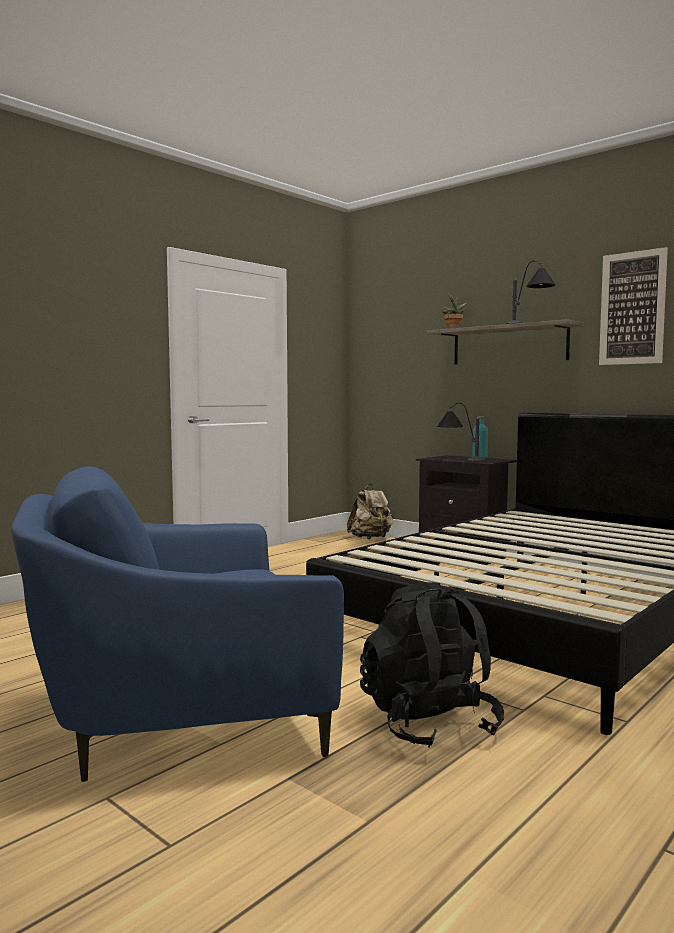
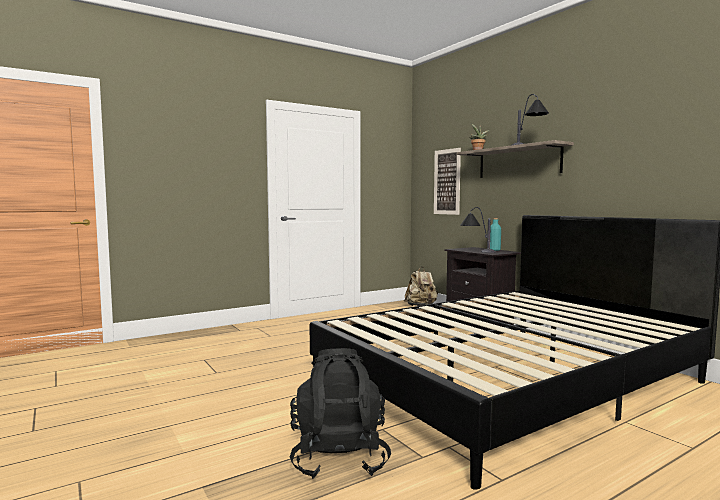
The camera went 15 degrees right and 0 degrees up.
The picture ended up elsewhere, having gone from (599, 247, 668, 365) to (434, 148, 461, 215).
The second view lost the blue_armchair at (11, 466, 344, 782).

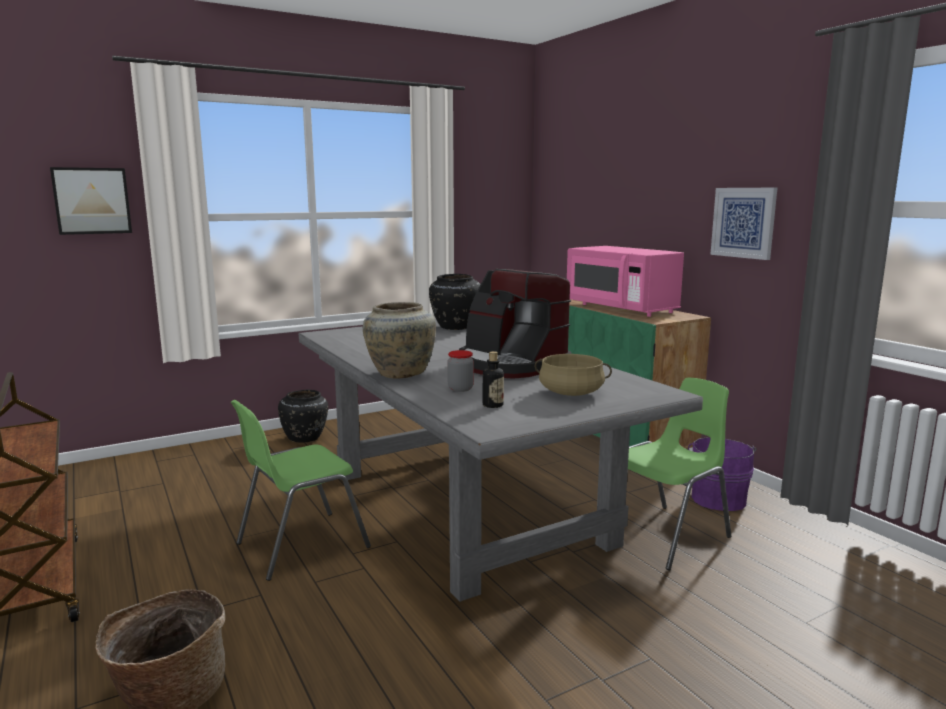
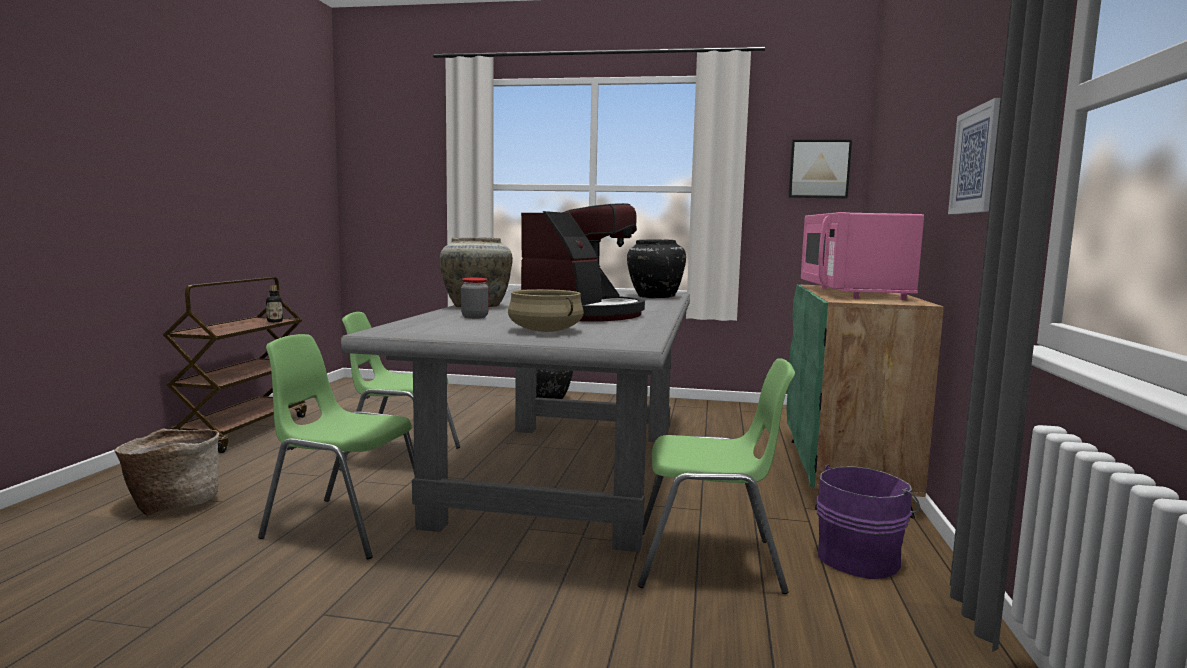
The camera went 40 degrees right and 5 degrees down.
The second view gained the greenish_upright_chair at (258, 334, 415, 559).
The bottle ended up elsewhere, having gone from (483, 351, 504, 408) to (266, 285, 283, 322).
The coffee_brewer at (459, 269, 572, 379) ended up facing another way, 150 degrees counterclockwise from before.
The picture ended up elsewhere, having gone from (50, 167, 132, 235) to (788, 140, 852, 199).

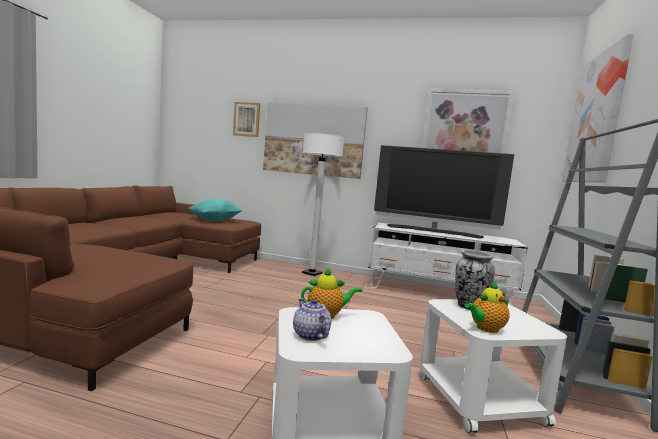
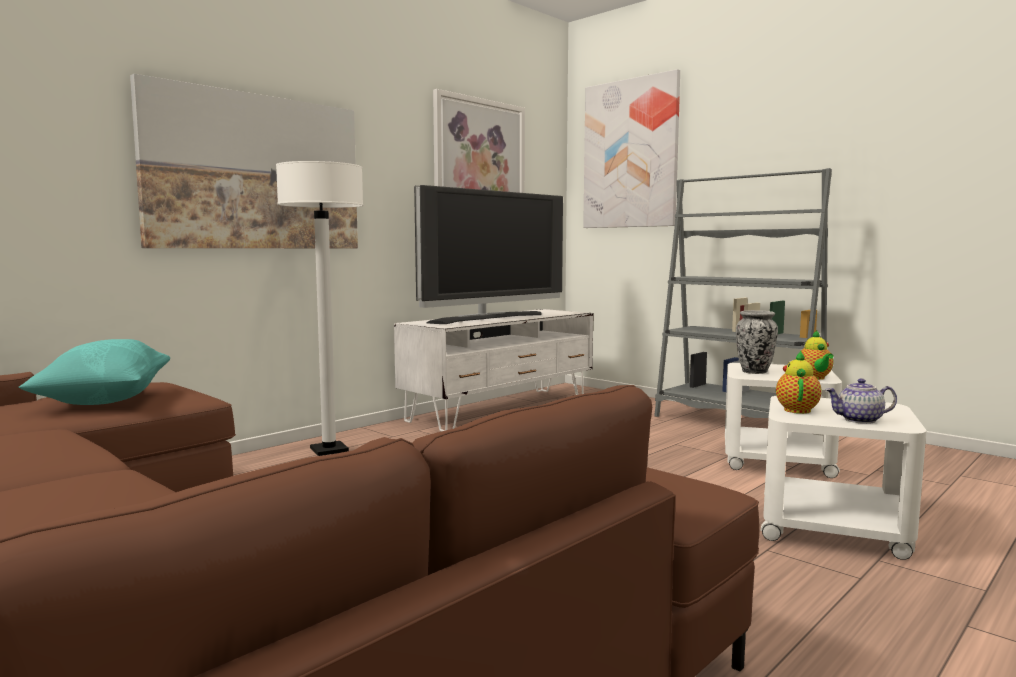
The camera went 60 degrees left and 0 degrees up.
The second view lost the picture at (233, 102, 260, 137).

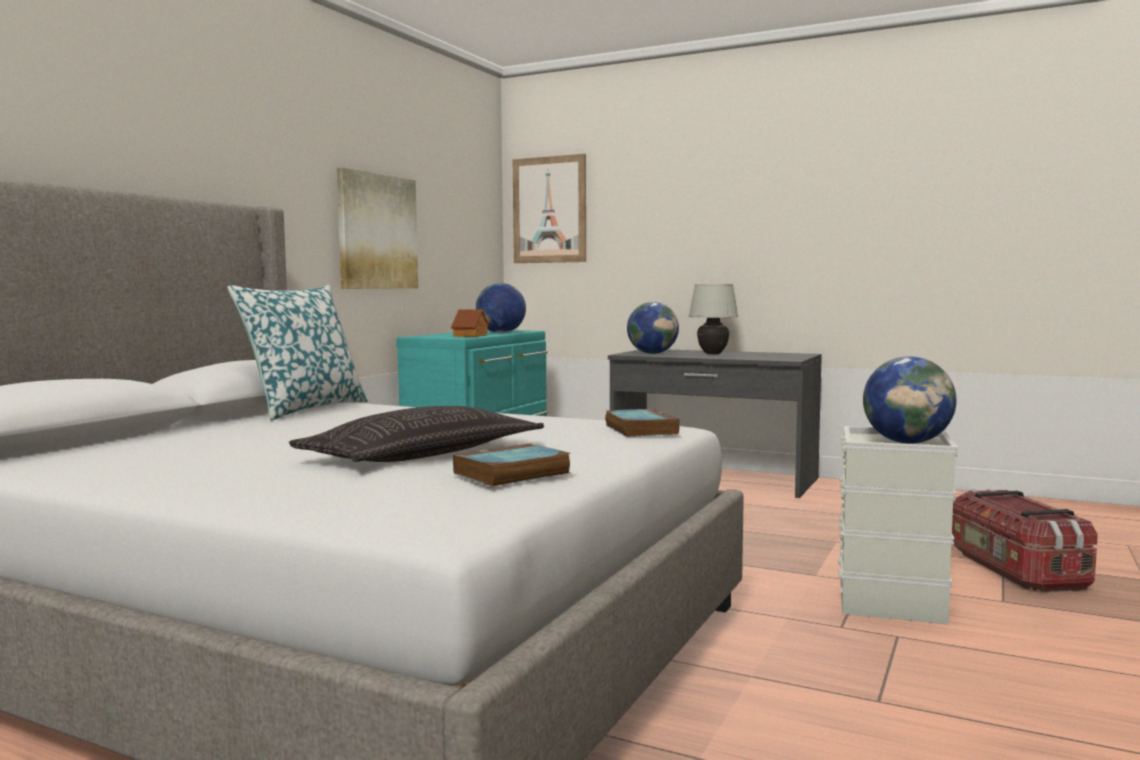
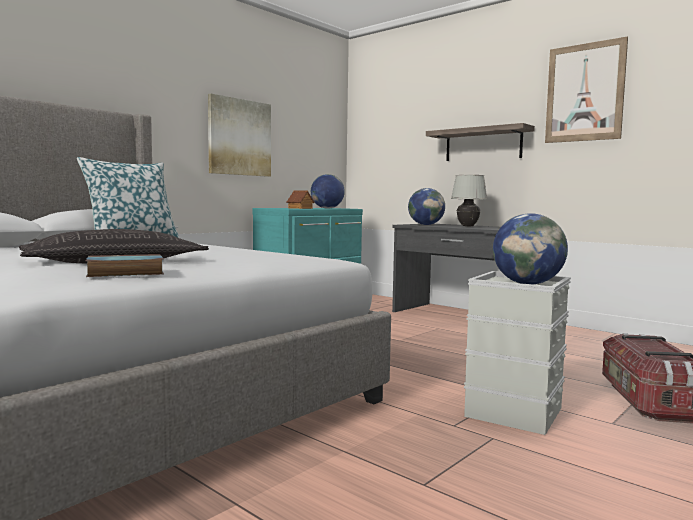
The camera went 15 degrees right and 0 degrees up.
The second view gained the bracket_shelf at (426, 123, 535, 161).
The picture ended up elsewhere, having gone from (513, 154, 586, 263) to (545, 36, 628, 143).
The second view lost the volume at (605, 409, 680, 437).

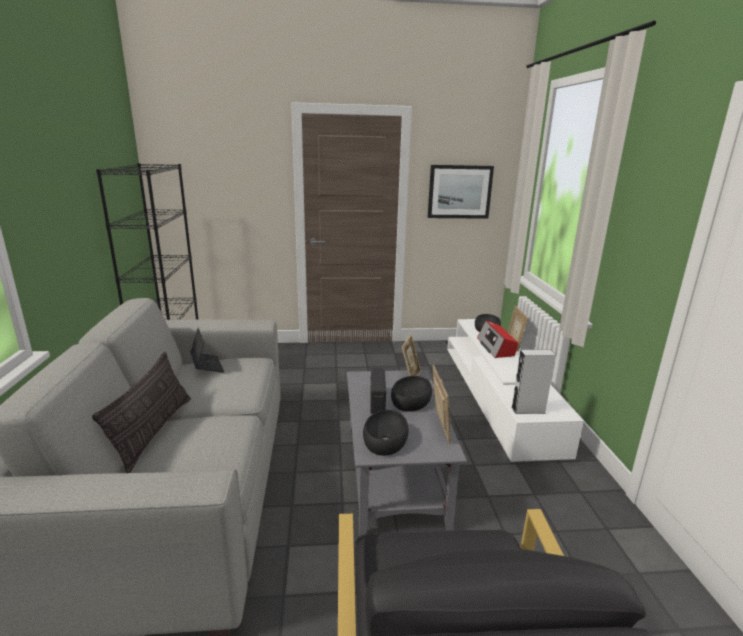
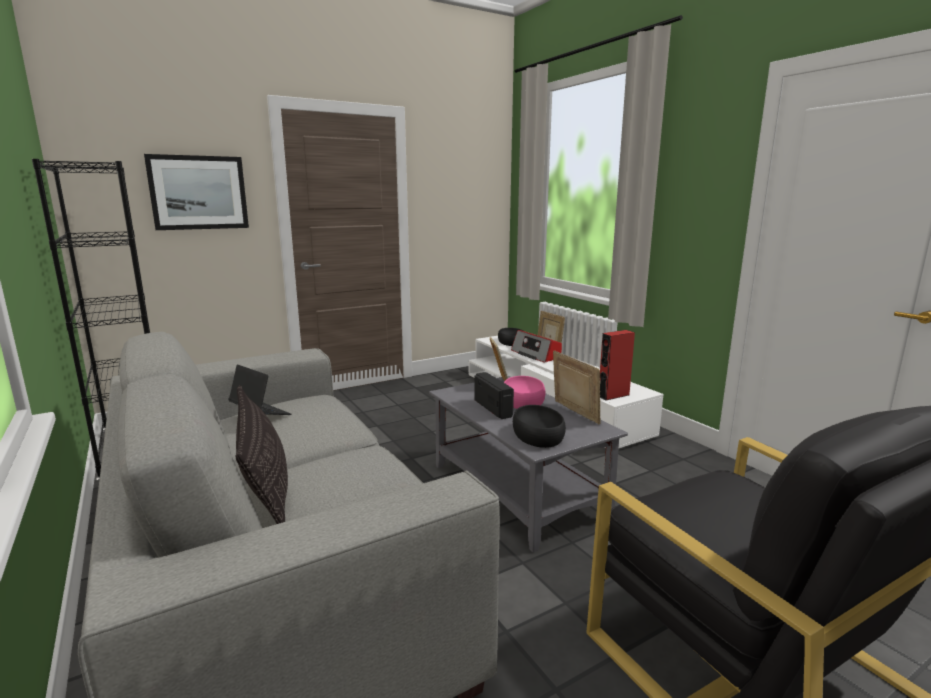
The camera went 25 degrees left and 5 degrees down.
The picture ended up elsewhere, having gone from (427, 165, 494, 219) to (144, 154, 249, 230).
What was the blackish_bowl at (391, 376, 432, 412) turned into the pink-coloured_bowl at (504, 376, 545, 409).
What was the gray_audio_speaker at (511, 350, 555, 414) turned into the red-coloured_audio_speaker at (600, 330, 635, 400).

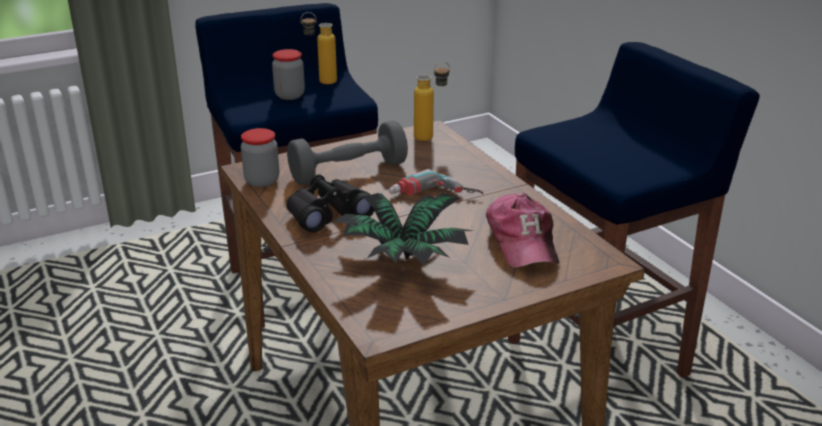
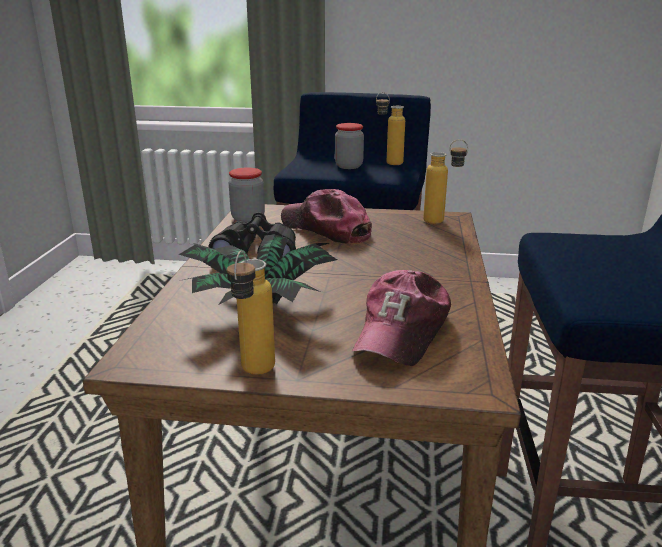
The camera went 35 degrees right and 5 degrees down.
The second view gained the bottle at (227, 251, 275, 375).
Where the gray_hand_weight stood at (287, 120, 408, 185), the peaked_cap came to stand at (281, 189, 372, 245).
The second view lost the electric_drill at (388, 169, 483, 195).

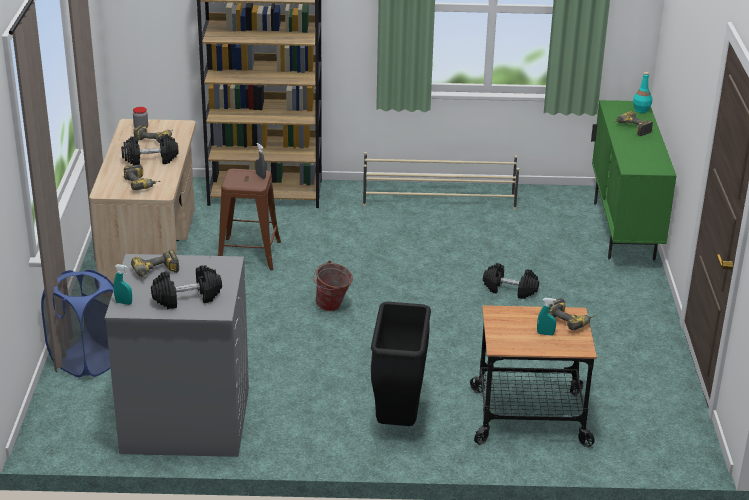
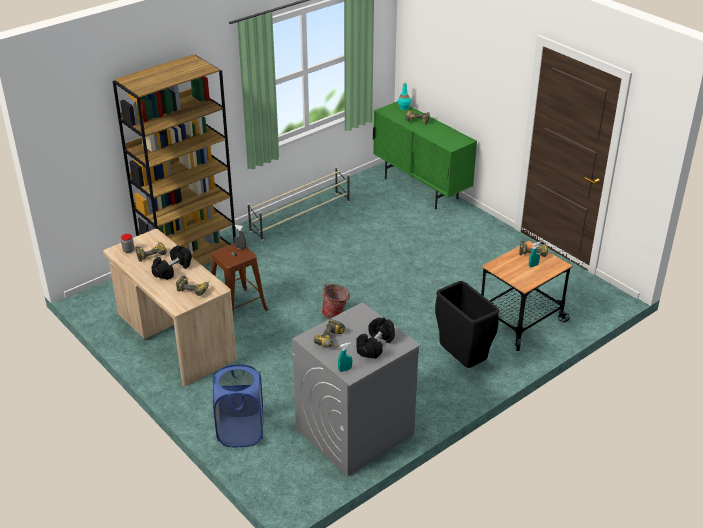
The camera went 40 degrees left and 5 degrees up.
The second view lost the blackish_hand_weight at (483, 263, 539, 299).

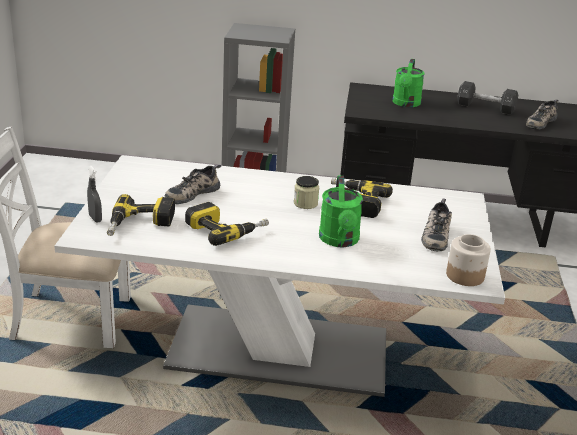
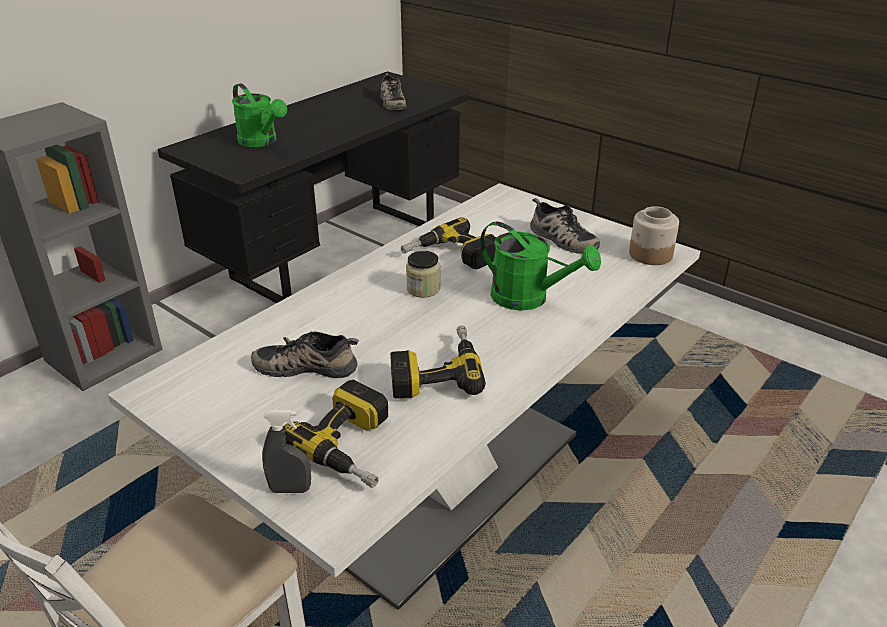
The camera went 55 degrees left and 5 degrees up.
The item_of_footwear at (165, 164, 221, 204) ended up facing another way, 105 degrees clockwise from before.
The second view lost the blackish_hand_weight at (457, 81, 518, 115).

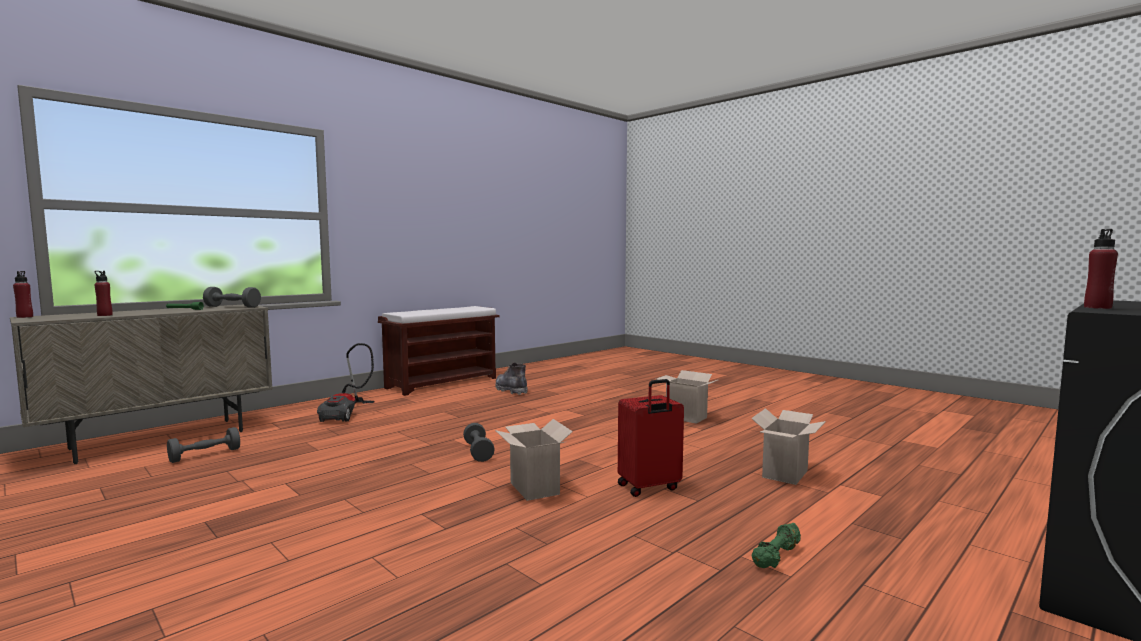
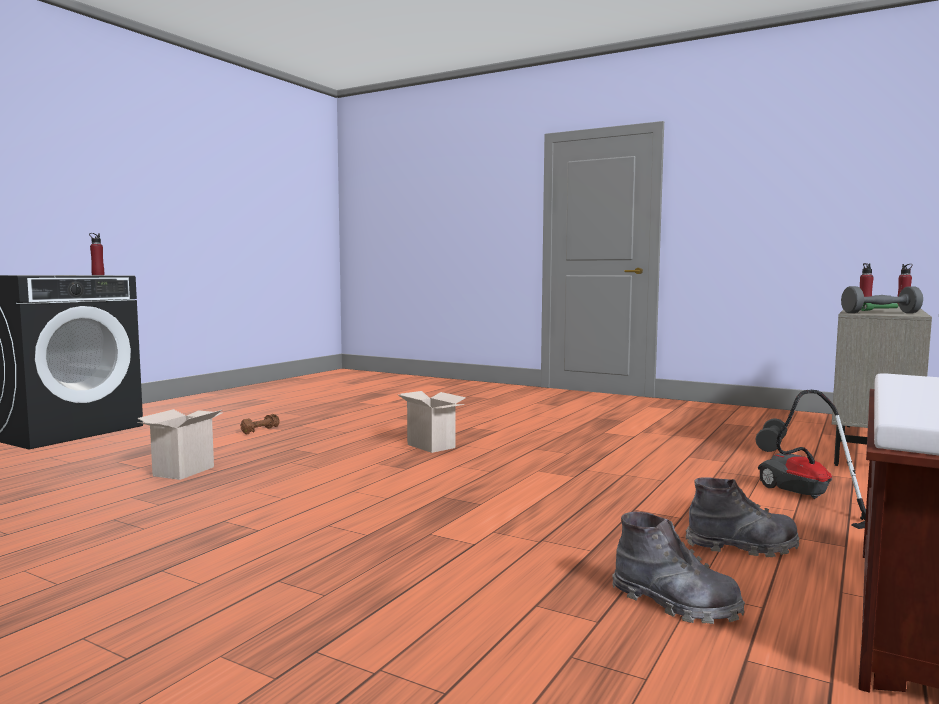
The camera went 165 degrees right and 0 degrees up.
What was the greenish_hand_weight at (752, 523, 801, 568) turned into the brown_hand_weight at (240, 414, 280, 434).
The second view gained the gray_boot at (685, 477, 800, 557).
The second view lost the gray_hand_weight at (463, 423, 495, 462).
The second view lost the red-coloured_piece_of_luggage at (618, 379, 684, 497).
The second view lost the cardboard_box at (656, 370, 718, 424).

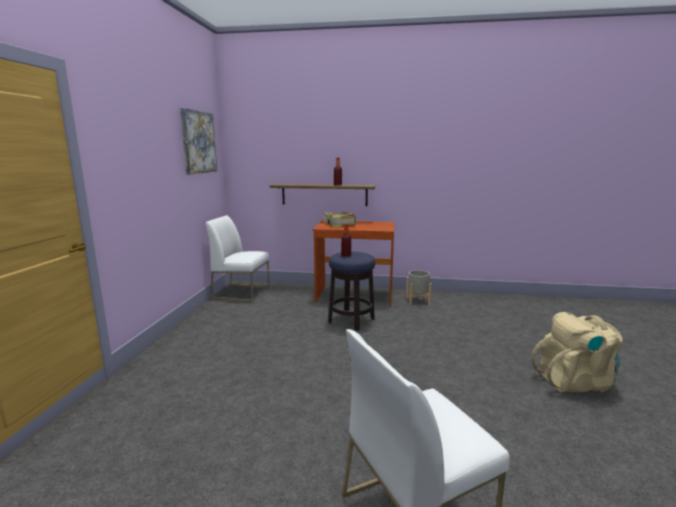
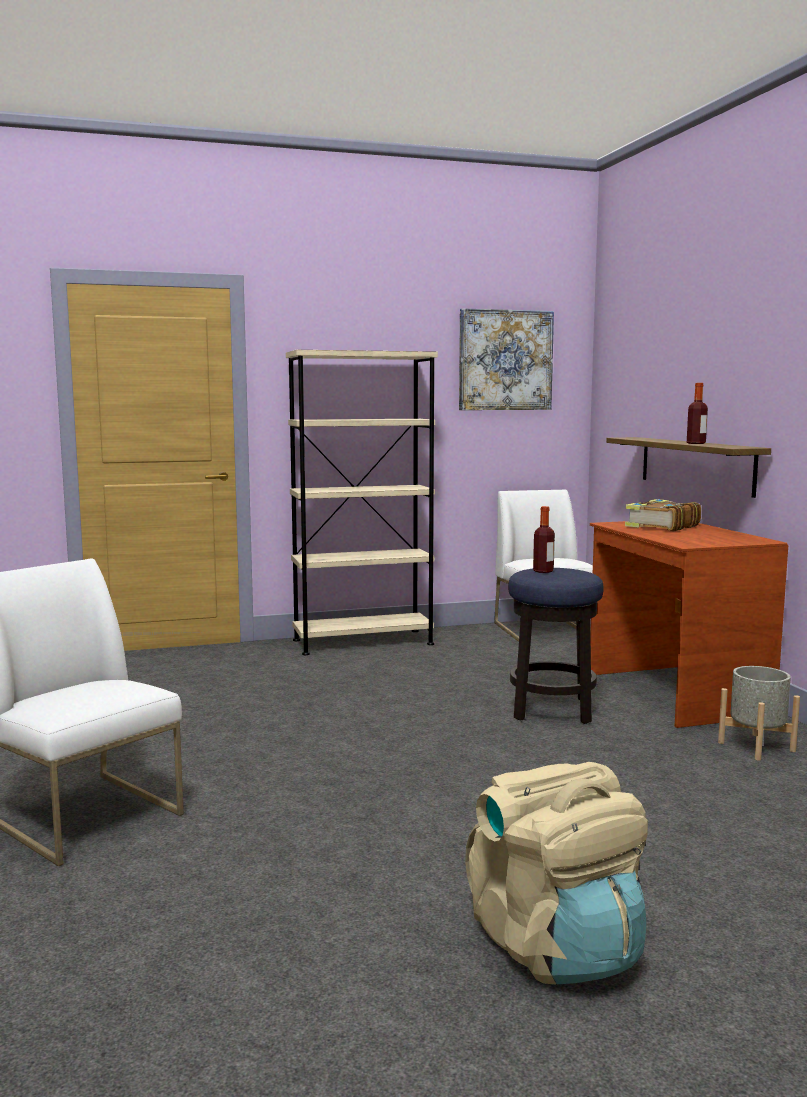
The camera went 65 degrees right and 5 degrees down.
The second view gained the beige_bookshelf at (286, 350, 438, 655).

